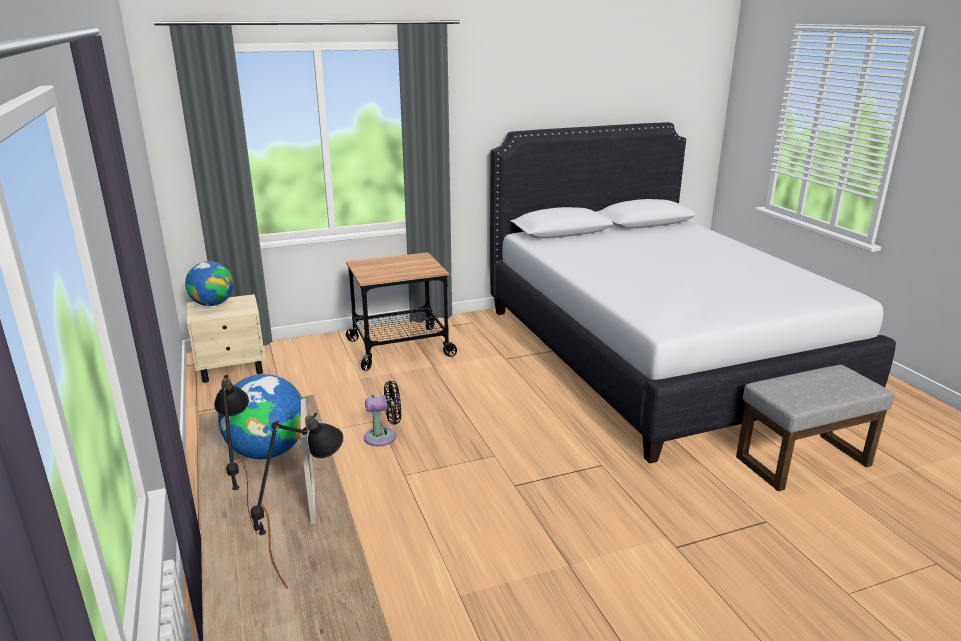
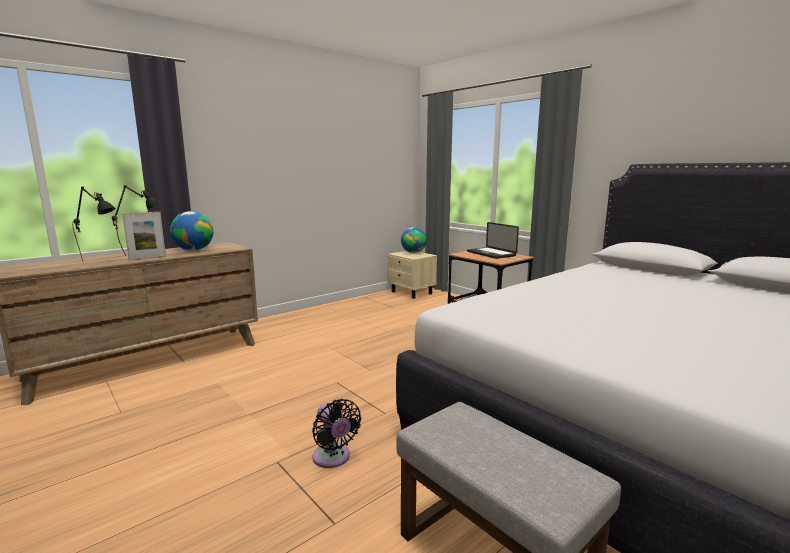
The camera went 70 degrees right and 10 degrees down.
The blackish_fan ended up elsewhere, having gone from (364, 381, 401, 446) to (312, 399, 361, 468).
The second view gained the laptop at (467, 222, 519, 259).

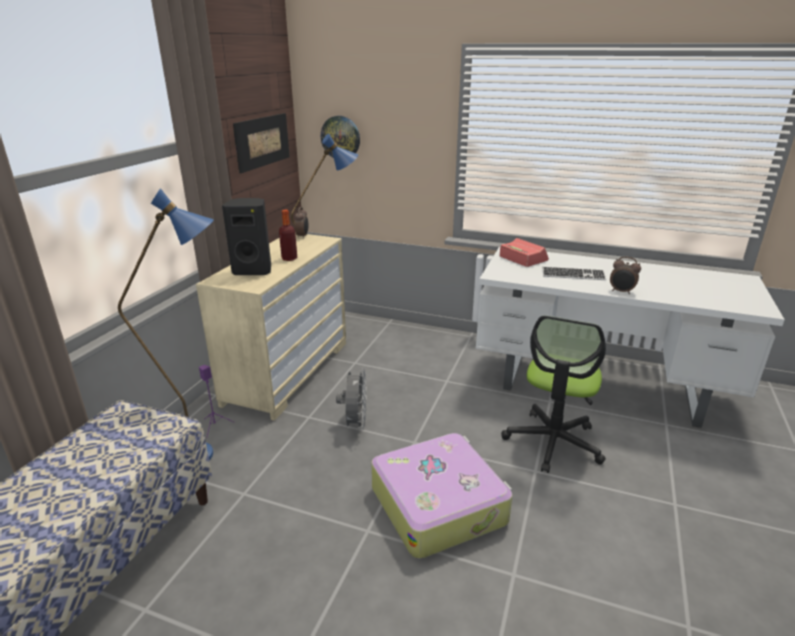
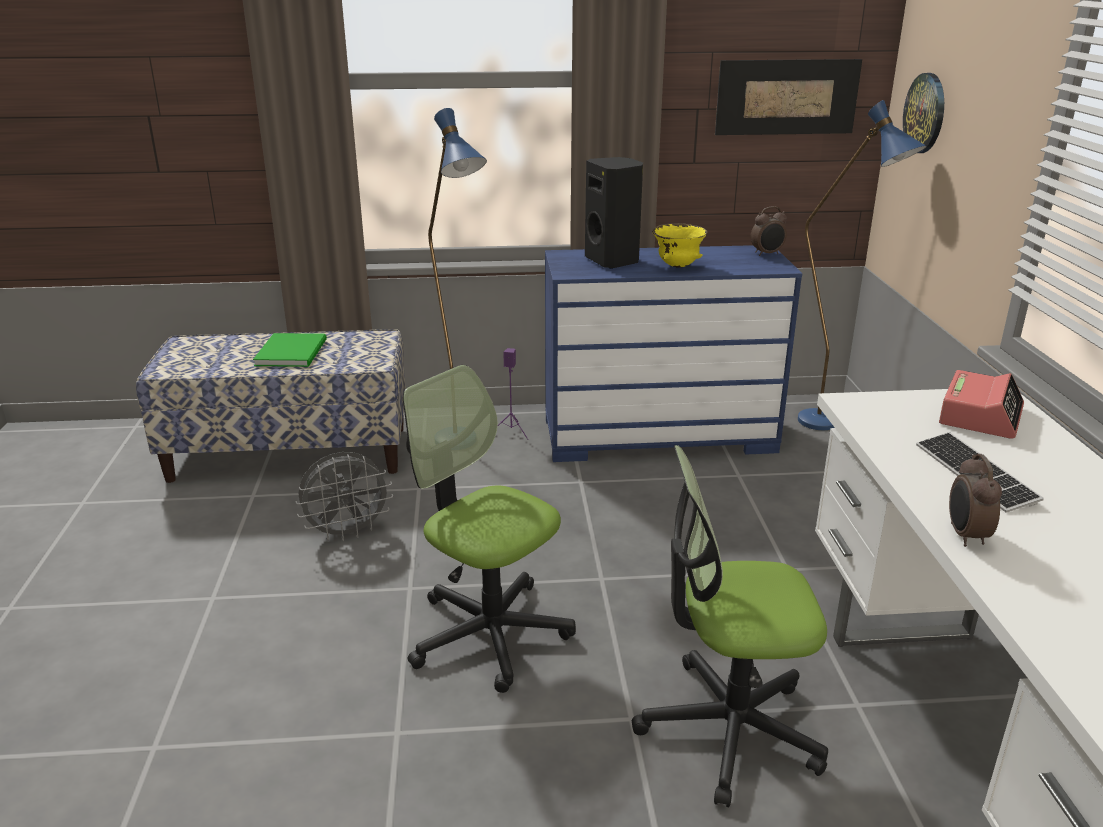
The camera went 65 degrees right and 0 degrees up.
The second view gained the greenish_volume at (253, 333, 327, 367).
The gray_fan ended up elsewhere, having gone from (336, 368, 367, 430) to (295, 452, 393, 542).
Where the piece_of_luggage stood at (371, 433, 512, 559), the desk_chair came to stand at (403, 365, 576, 693).
What was the beige_chest_of_drawers at (196, 233, 346, 421) turned into the blue_chest_of_drawers at (545, 245, 802, 462).
Where the bottle stood at (279, 210, 297, 261), the yellow-coloured_bowl came to stand at (652, 223, 708, 268).

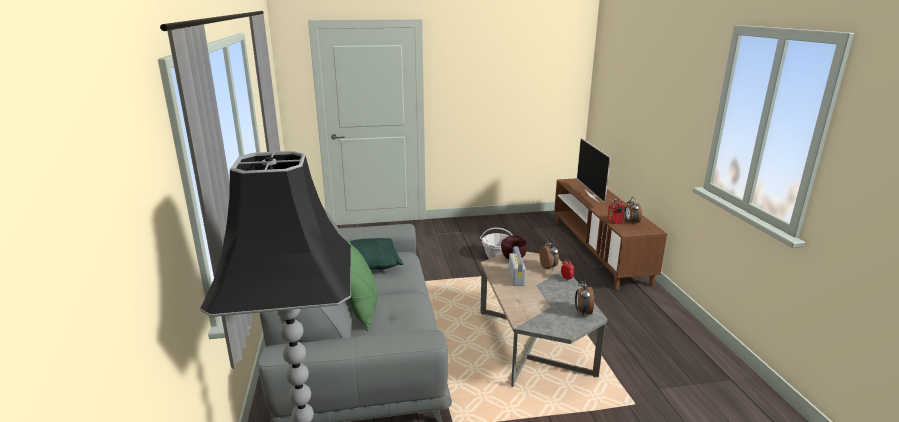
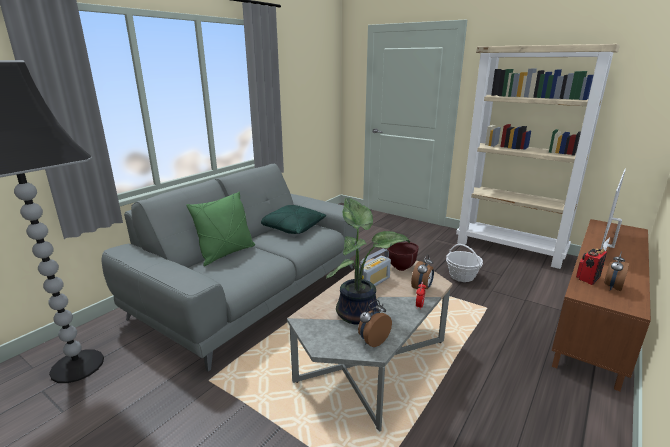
The camera went 45 degrees right and 0 degrees up.
The second view gained the plant_in_a_pot at (326, 198, 410, 325).
The second view gained the beige_bookshelf at (456, 44, 620, 269).

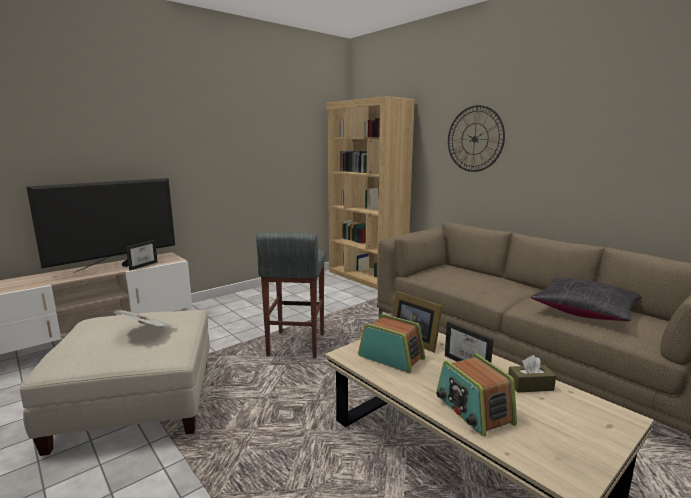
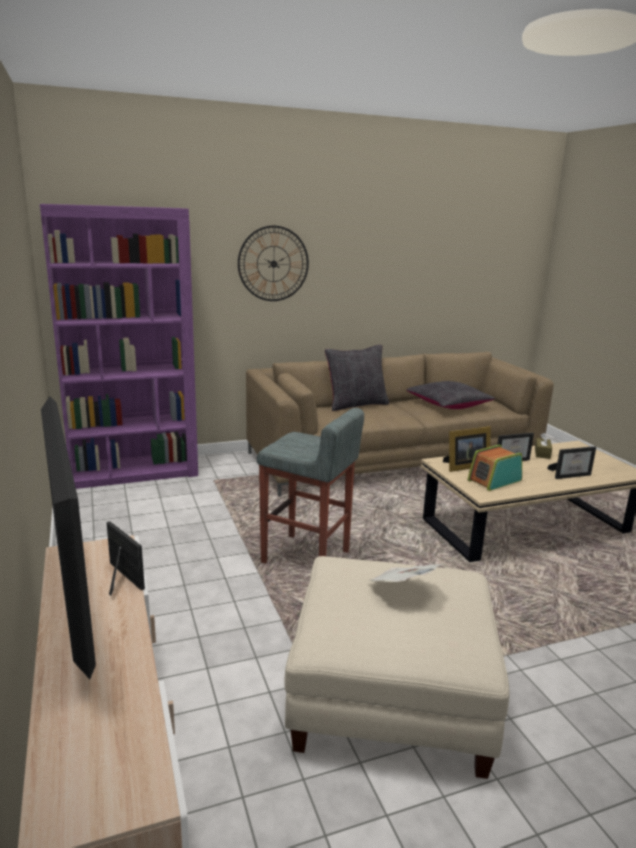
The camera went 70 degrees left and 5 degrees up.
What was the brown_bookshelf at (326, 96, 415, 290) turned into the purple-coloured_bookshelf at (40, 204, 198, 489).
The second view gained the blackish_cushion at (325, 345, 389, 411).
Where the radio stood at (436, 353, 517, 436), the picture_frame came to stand at (547, 446, 596, 479).

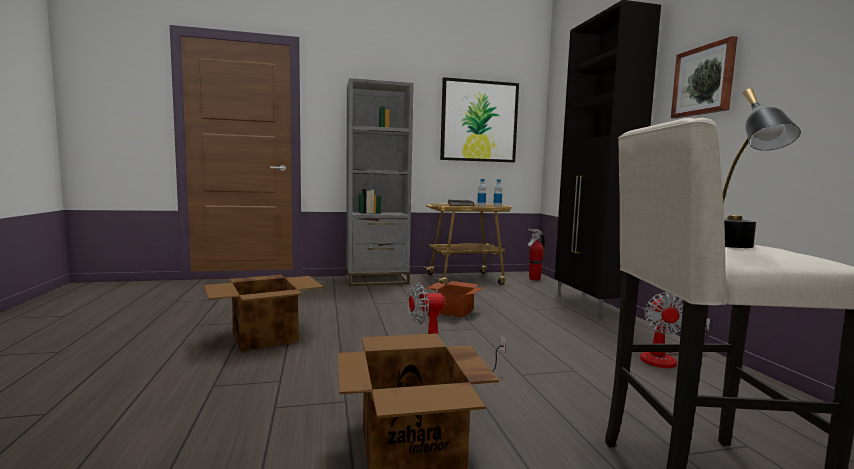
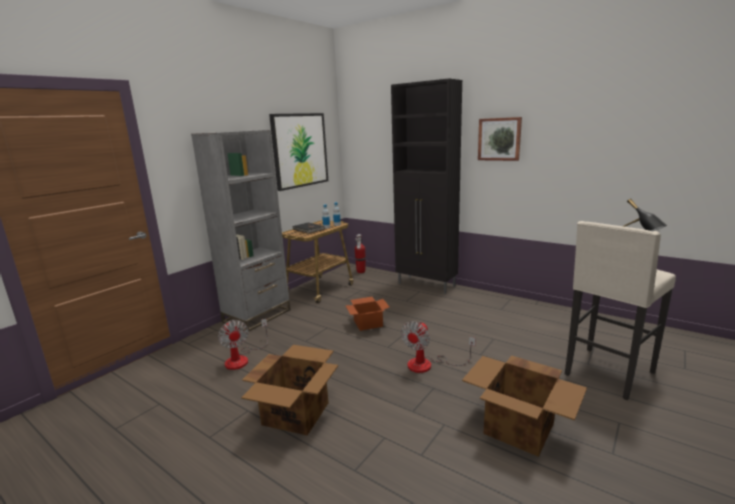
The camera went 40 degrees left and 10 degrees up.
The fan ended up elsewhere, having gone from (640, 292, 710, 368) to (218, 319, 268, 370).

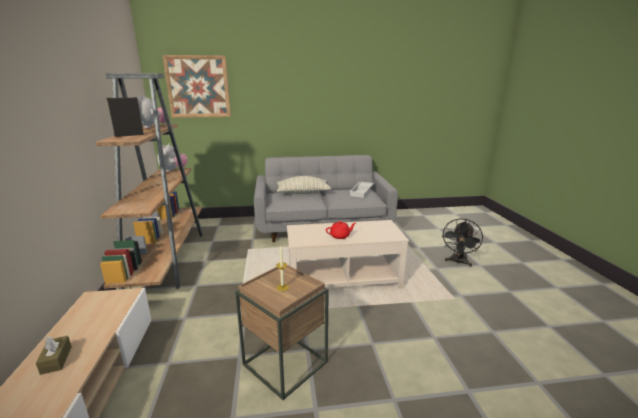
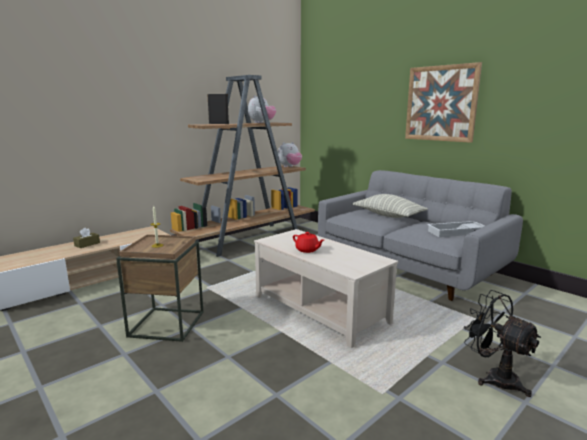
The camera went 55 degrees right and 5 degrees down.
The picture ended up elsewhere, having gone from (163, 55, 231, 118) to (405, 62, 482, 143).
The blackish_fan at (442, 218, 483, 267) ended up facing another way, 60 degrees clockwise from before.

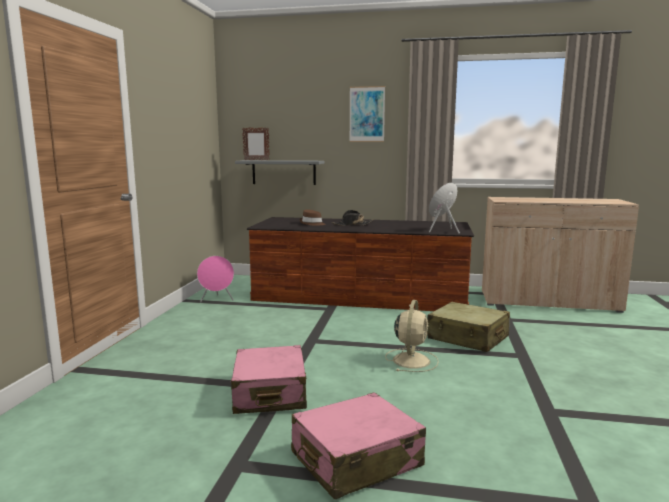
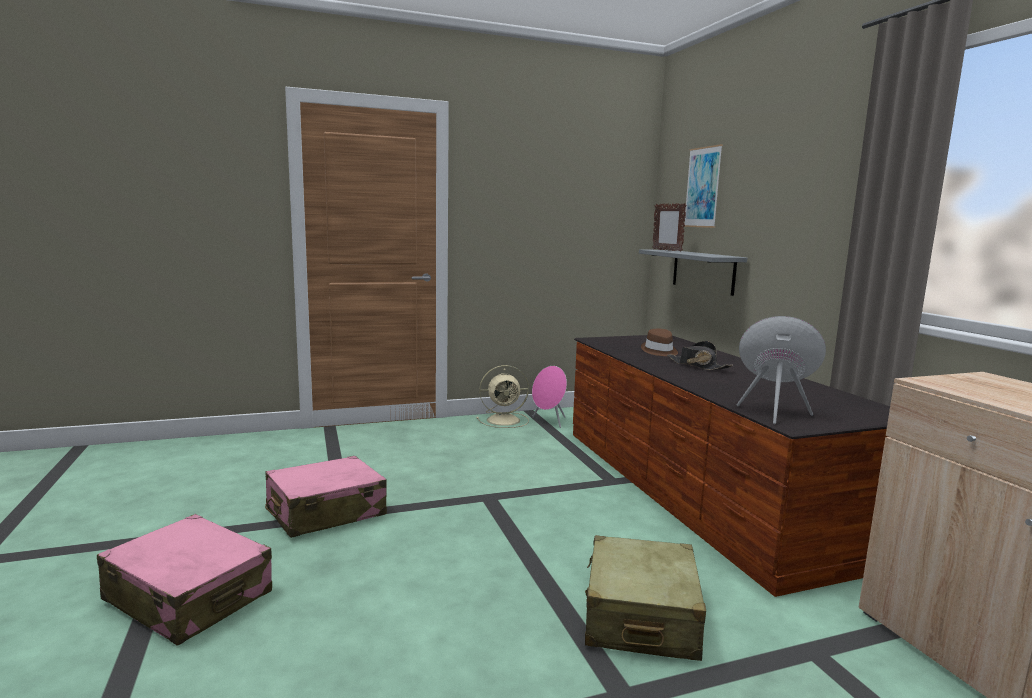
The camera went 60 degrees right and 0 degrees up.
The beige_fan ended up elsewhere, having gone from (385, 300, 439, 372) to (476, 365, 529, 428).
The picture ended up elsewhere, having gone from (349, 86, 385, 142) to (684, 144, 723, 228).

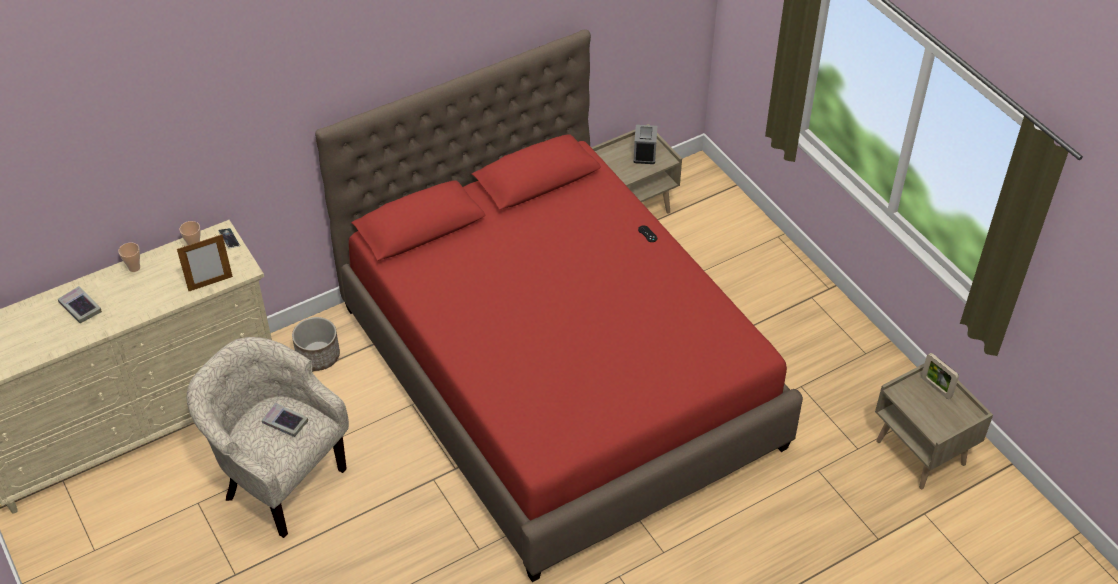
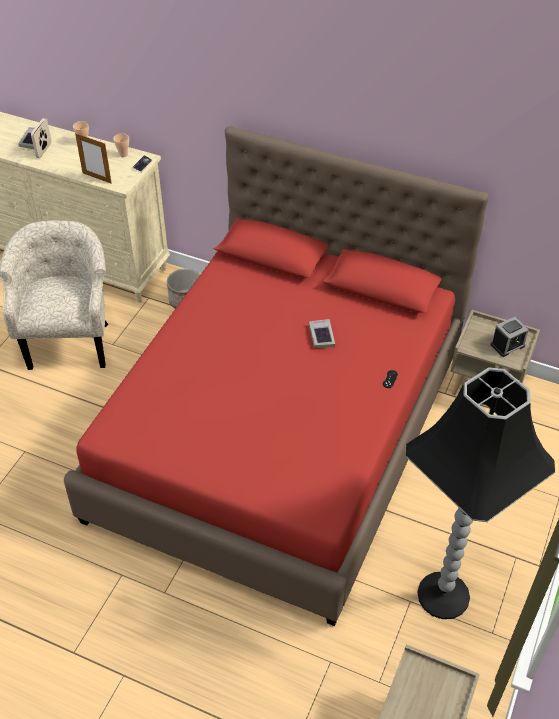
The camera went 55 degrees right and 0 degrees up.
The picture_frame ended up elsewhere, having gone from (921, 353, 959, 399) to (31, 118, 52, 158).
The volume ended up elsewhere, having gone from (262, 403, 308, 437) to (309, 319, 335, 348).
The second view gained the blackish_standard_lamp at (405, 368, 555, 619).

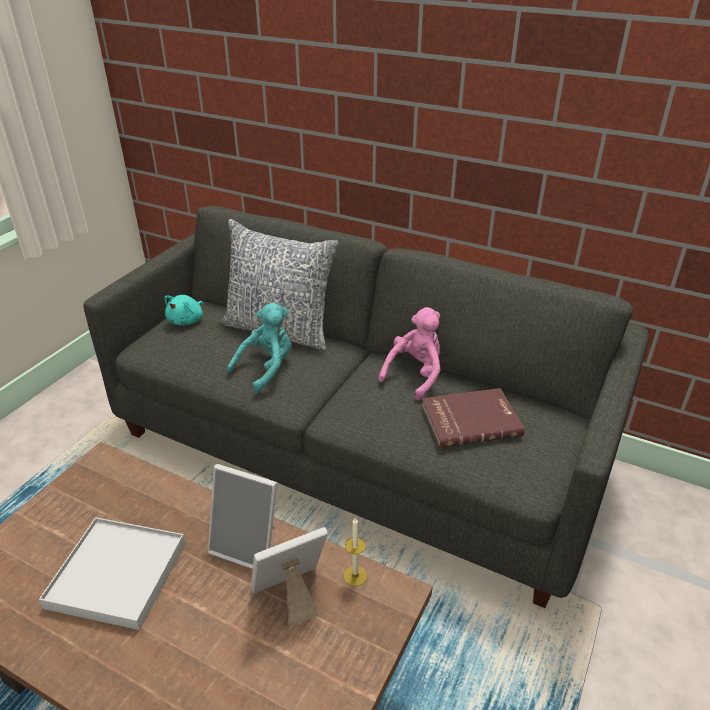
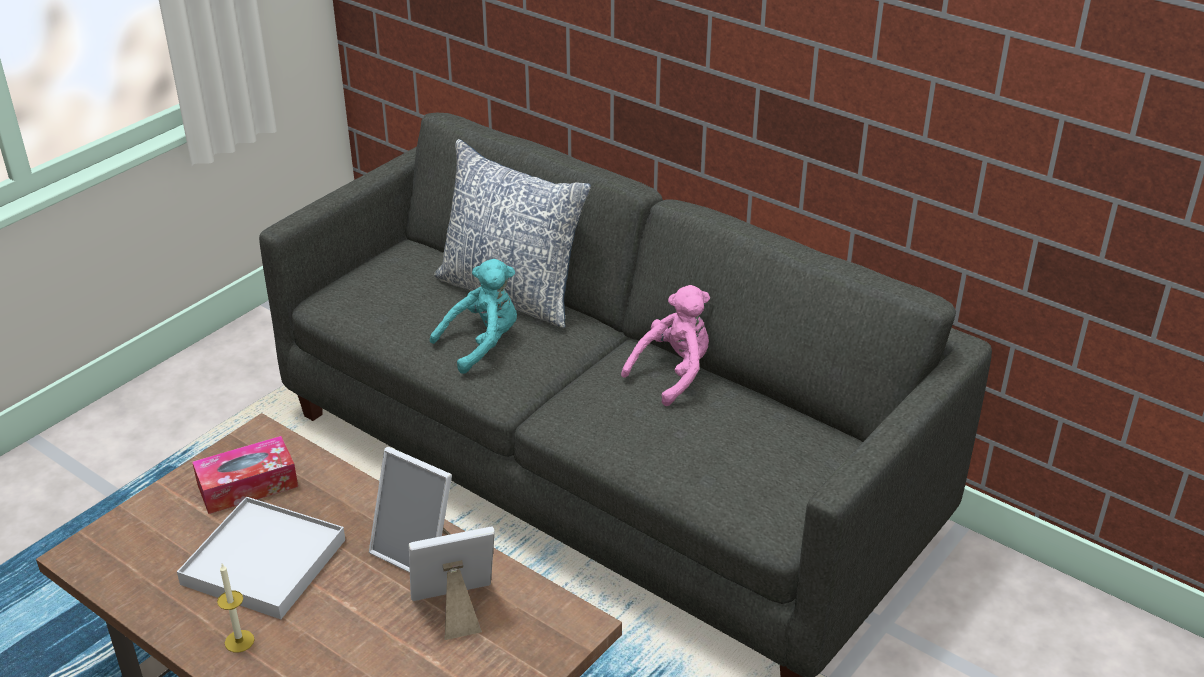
The camera went 10 degrees right and 0 degrees up.
The second view gained the tissue_holder at (192, 436, 298, 514).
The wax_light ended up elsewhere, having gone from (344, 518, 367, 586) to (217, 564, 255, 653).
The second view lost the turquoise-coloured_soft_toy at (164, 295, 204, 325).
The second view lost the red-coloured_volume at (421, 388, 525, 448).

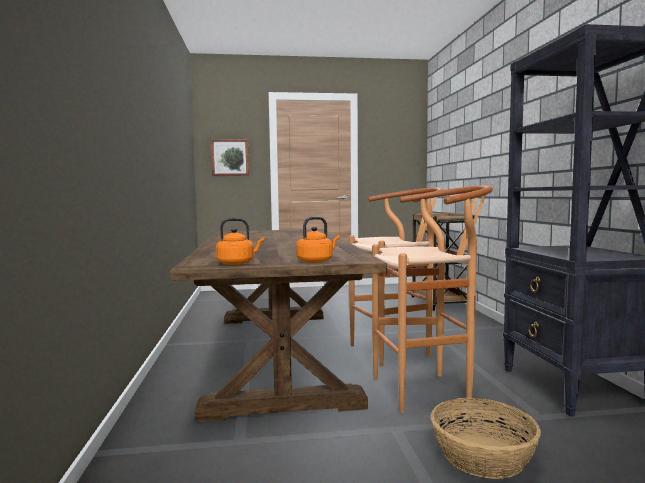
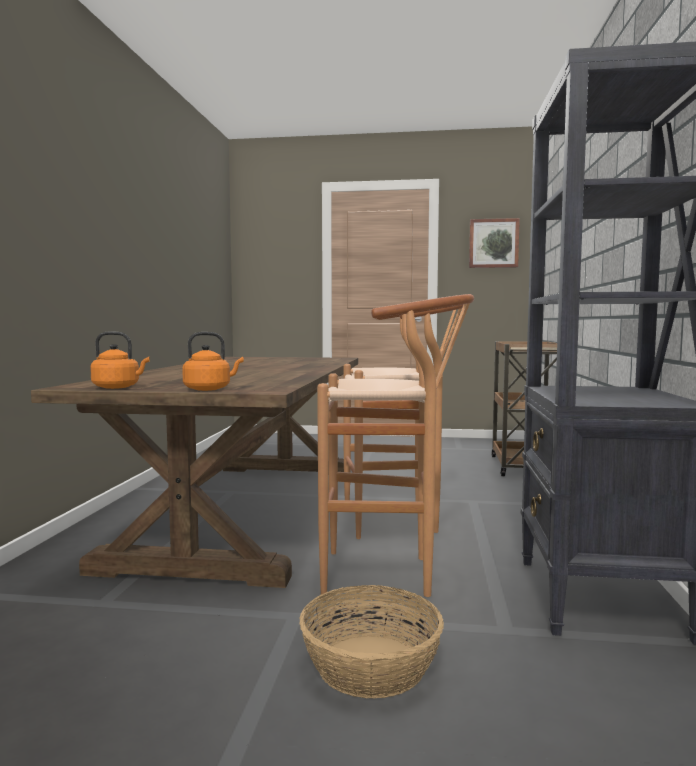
The camera went 15 degrees right and 0 degrees up.
The picture ended up elsewhere, having gone from (211, 139, 249, 176) to (469, 218, 520, 268).

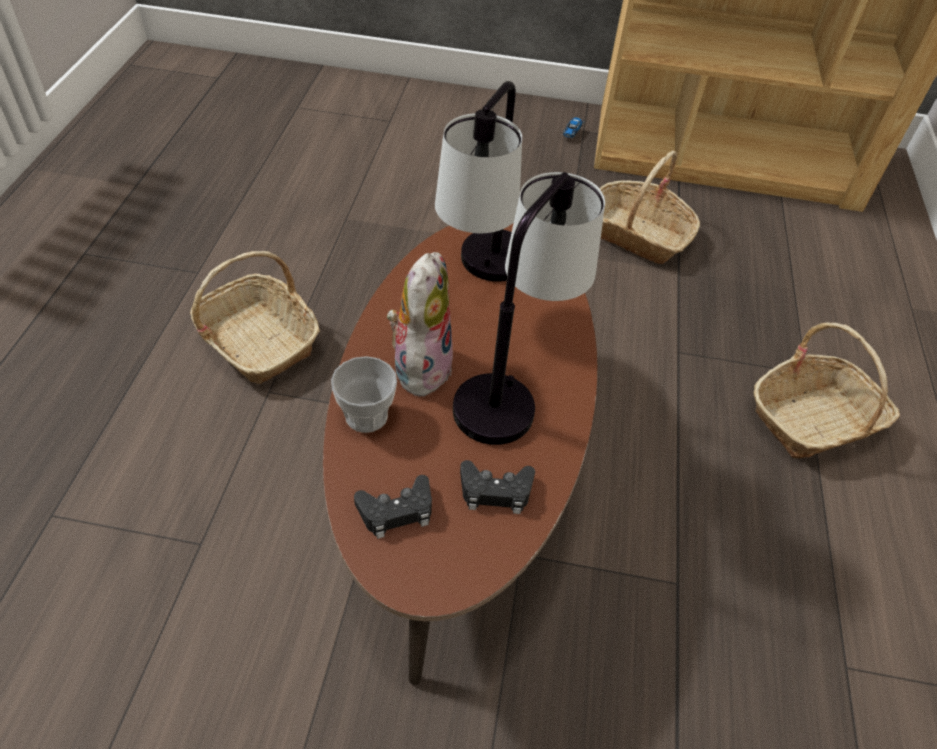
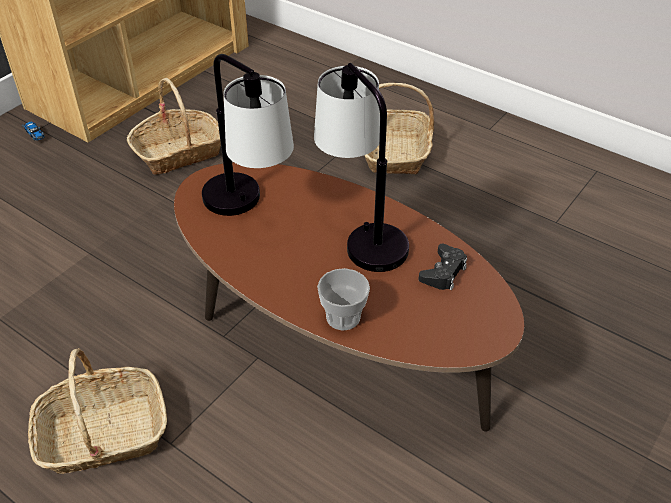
The camera went 60 degrees left and 5 degrees down.
The second view lost the blackish_gamepad at (354, 475, 432, 539).
The second view lost the soft_toy at (387, 252, 453, 398).

